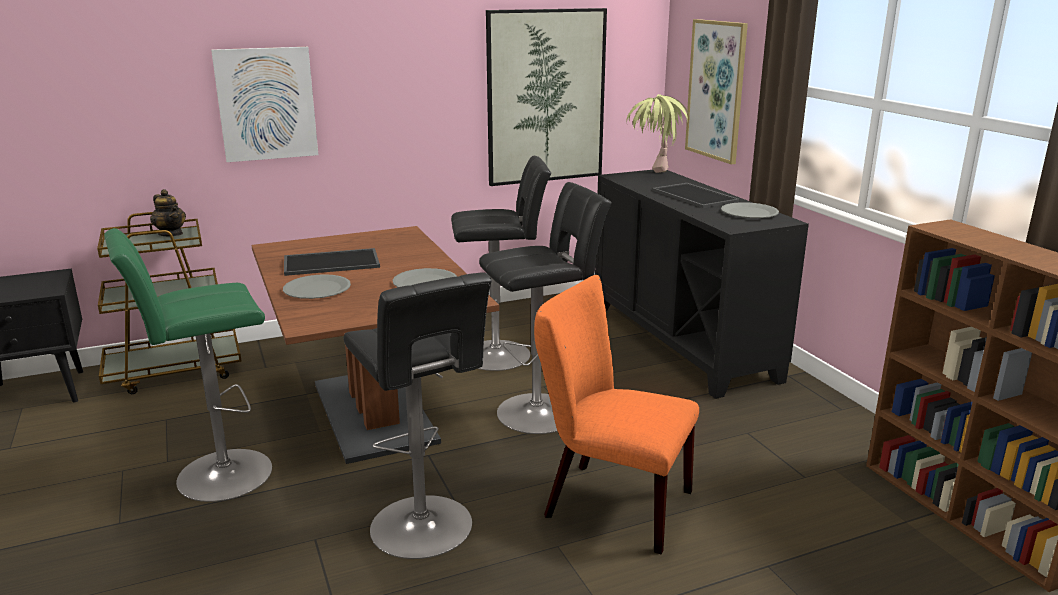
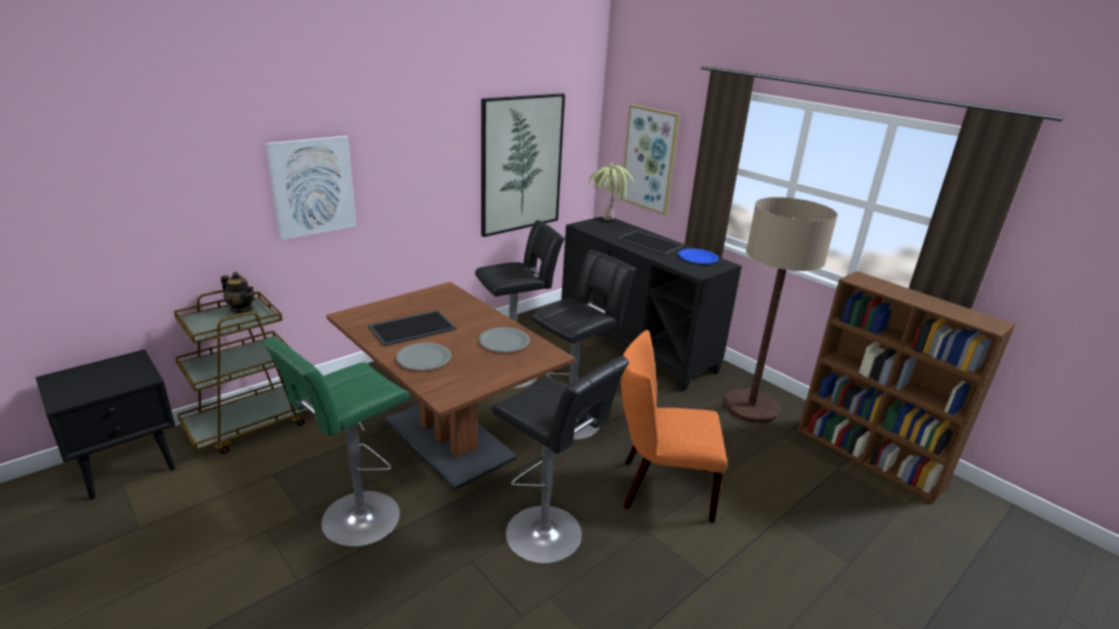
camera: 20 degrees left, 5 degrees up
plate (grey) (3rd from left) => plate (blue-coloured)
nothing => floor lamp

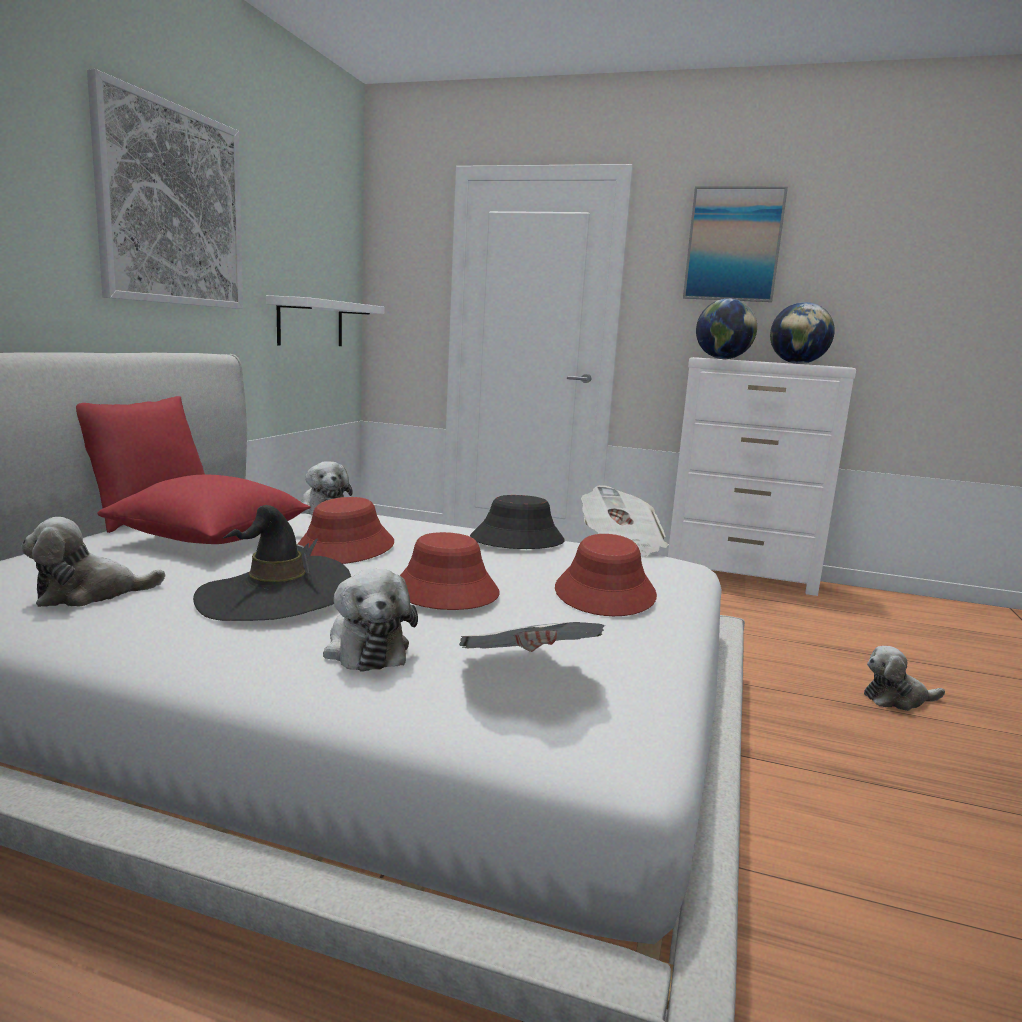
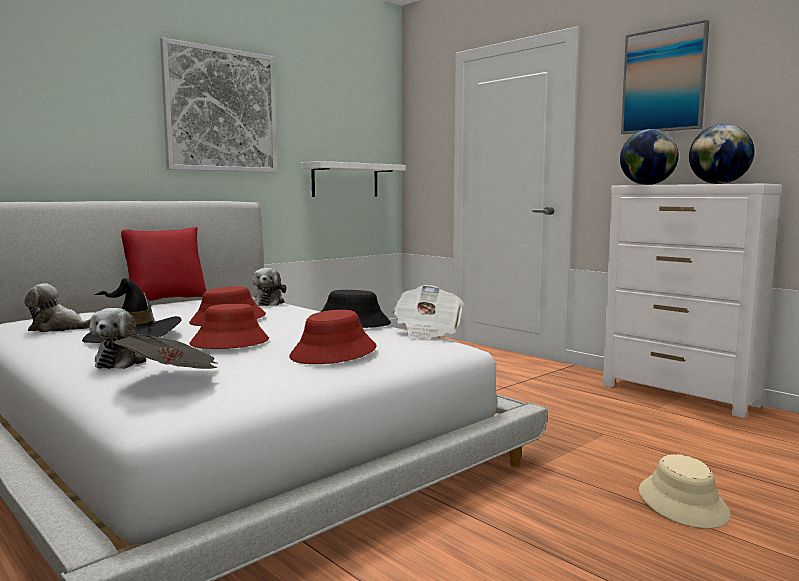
camera: 30 degrees right, 5 degrees down
throw pillow (reddish) (2nd from left) => nothing
soft toy (4th from left) => clothing hat (sand-coloured)

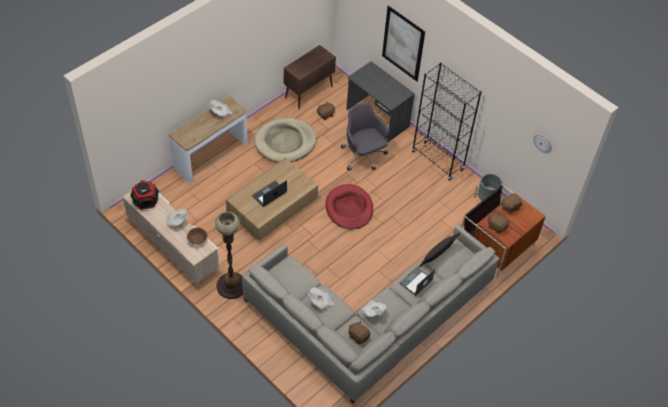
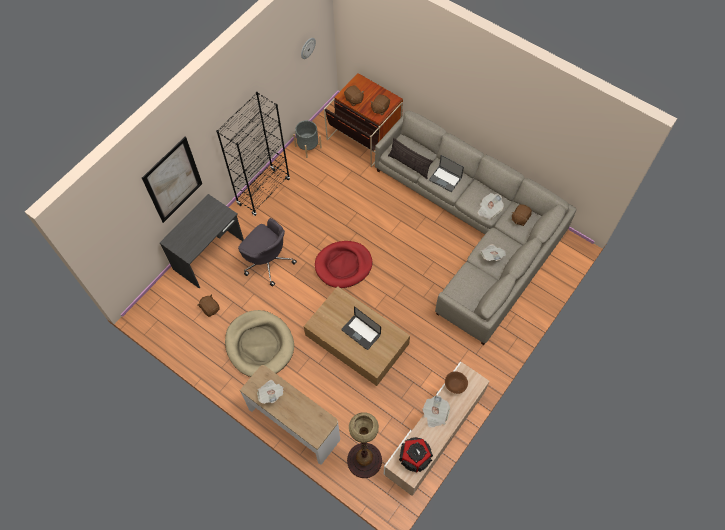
camera: 95 degrees left, 10 degrees up
cupboard (brownish) => nothing
office chair (grey), 105 degrees counterclockwise
floor lamp, move

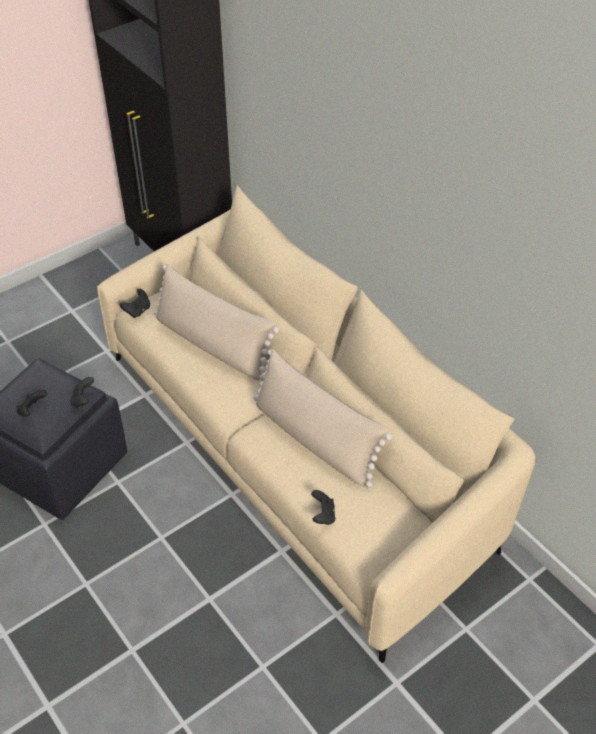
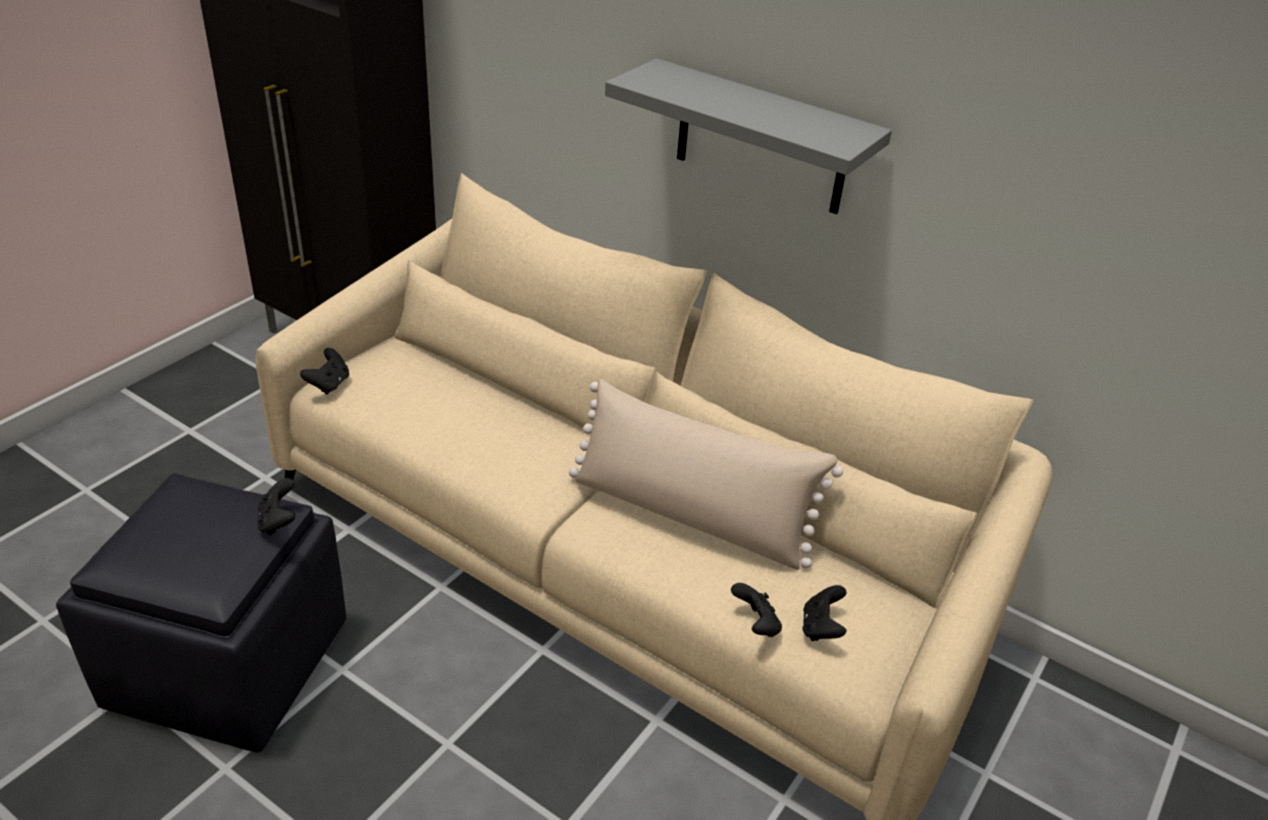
camera: 20 degrees left, 10 degrees down
throw pillow (sand-coloured) (1st from left) => nothing
joypad (blackish) (1st from left in the first image) => joypad (blackish) (4th from left), move
nothing => bracket shelf (grey)

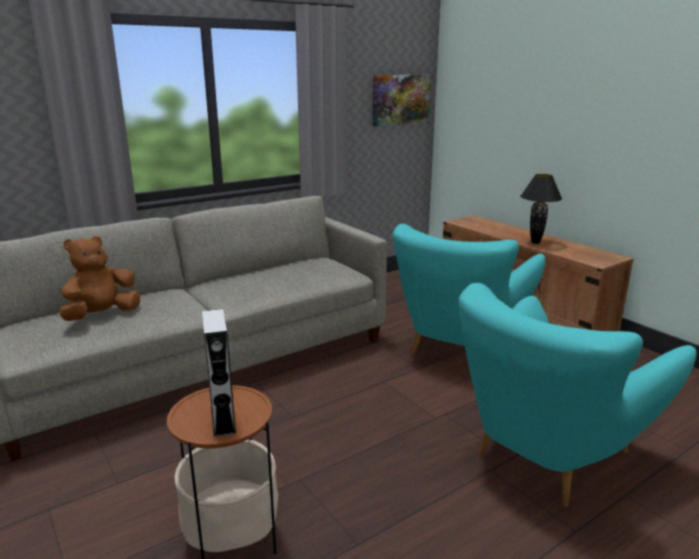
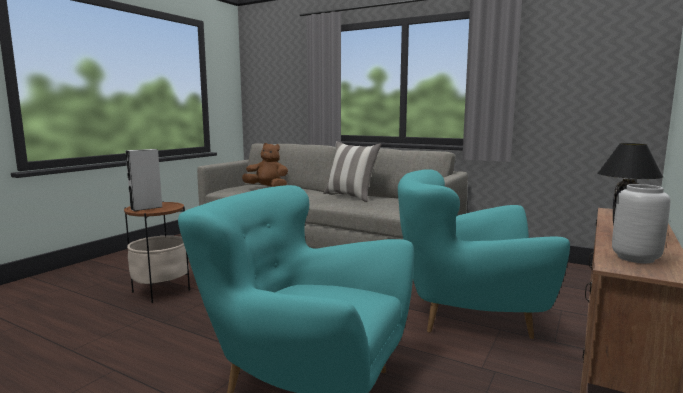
camera: 65 degrees right, 10 degrees down
wall art => nothing
nothing => throw pillow
nothing => vase (grey)

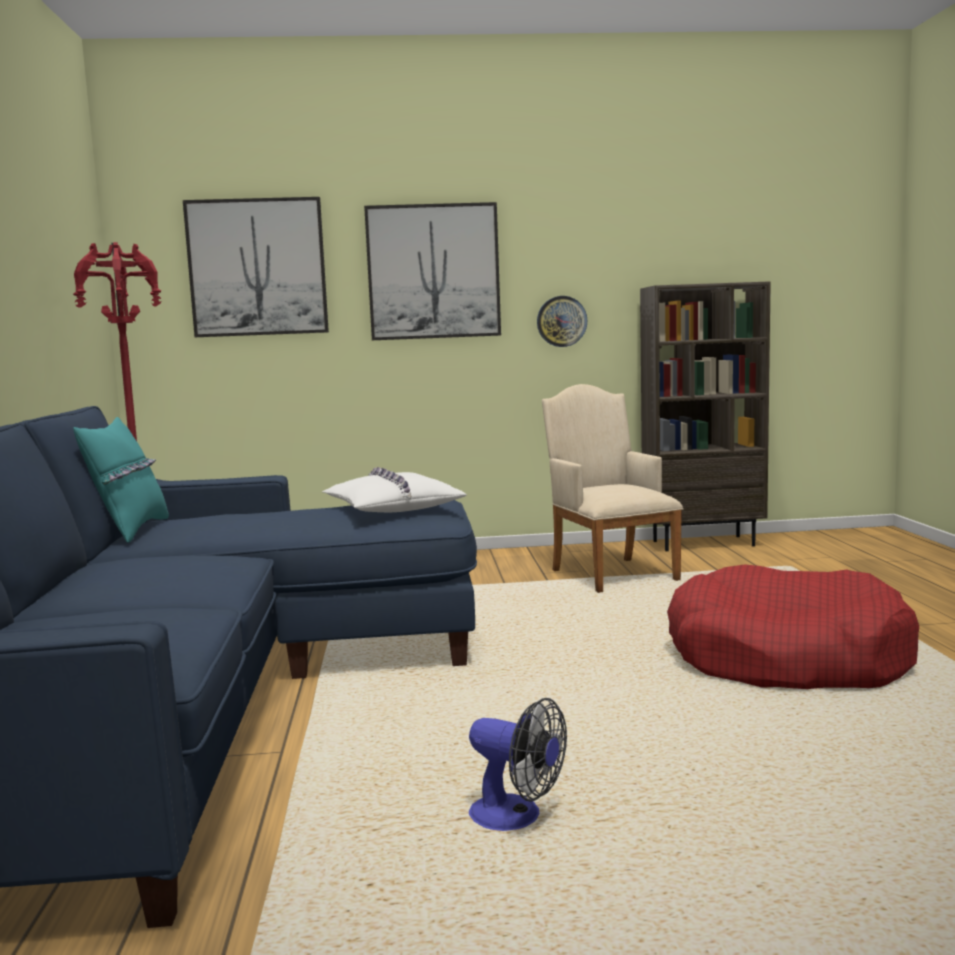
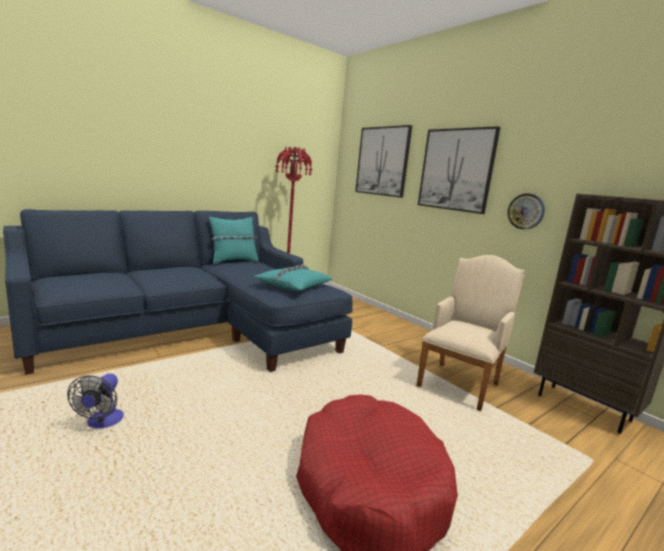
camera: 55 degrees right, 5 degrees up
throw pillow (white) => throw pillow (turquoise) (2nd from left)

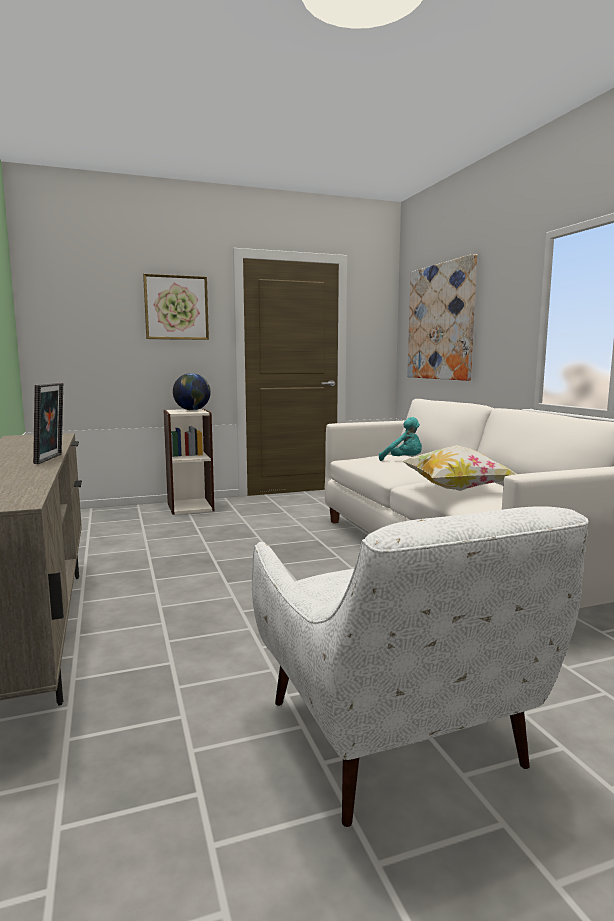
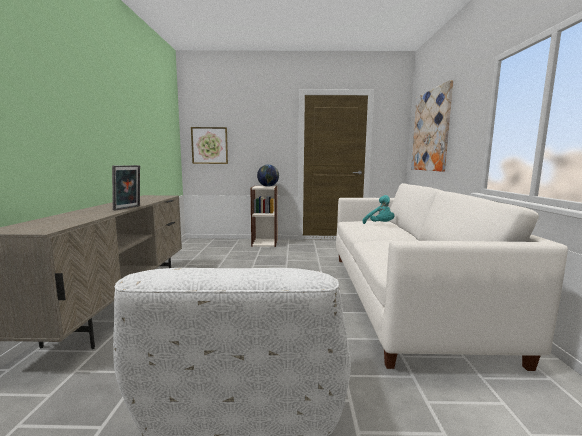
camera: 20 degrees right, 0 degrees up
wall art (1st from left), move
throw pillow => nothing

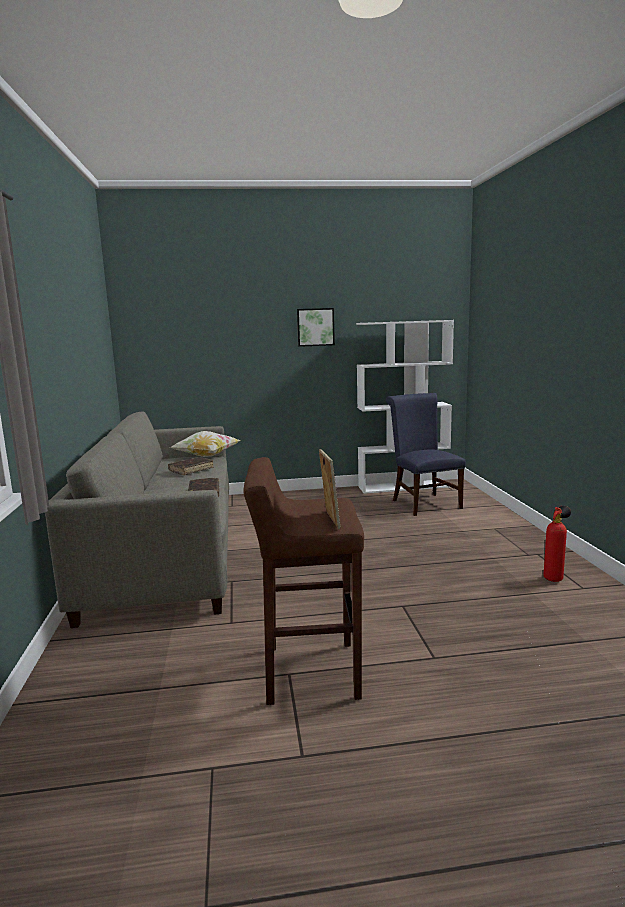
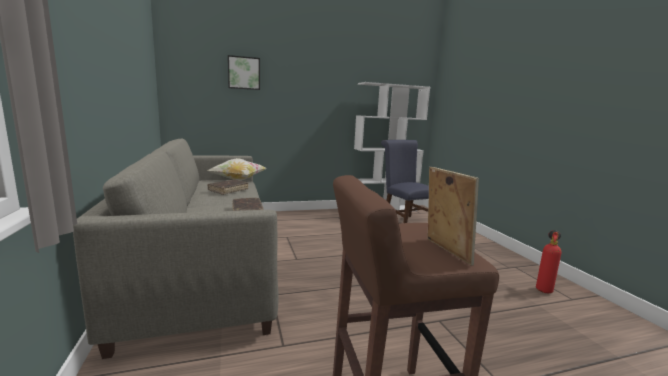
camera: 10 degrees left, 0 degrees up
wall art, move

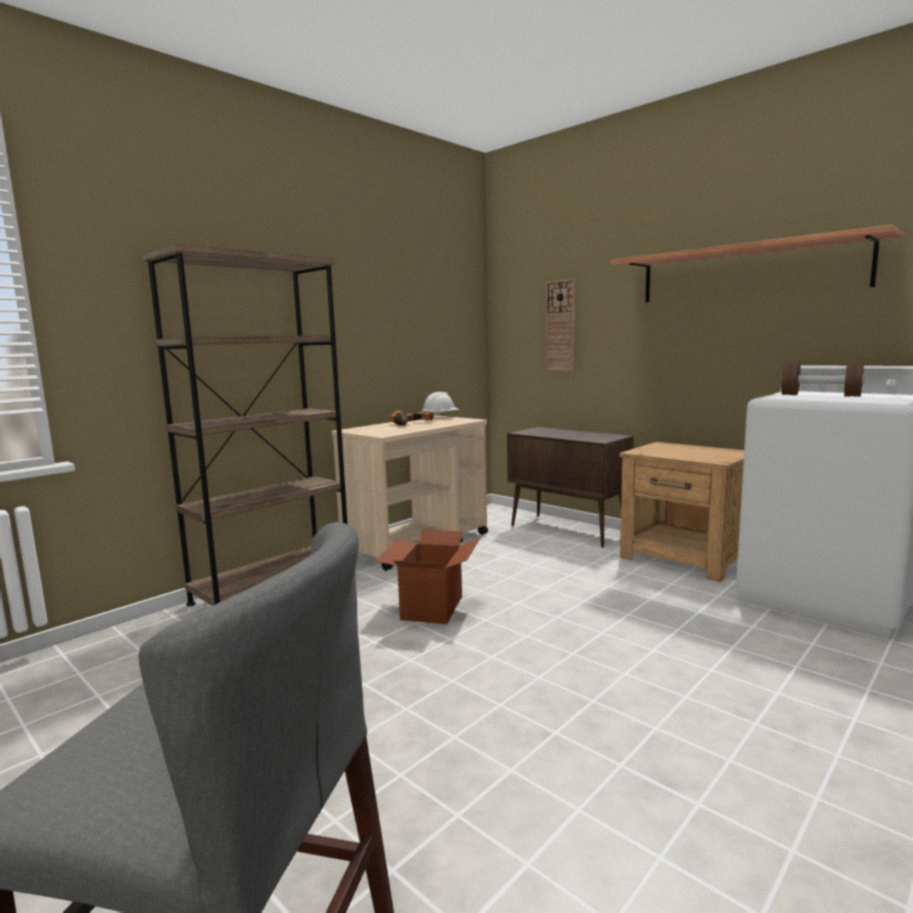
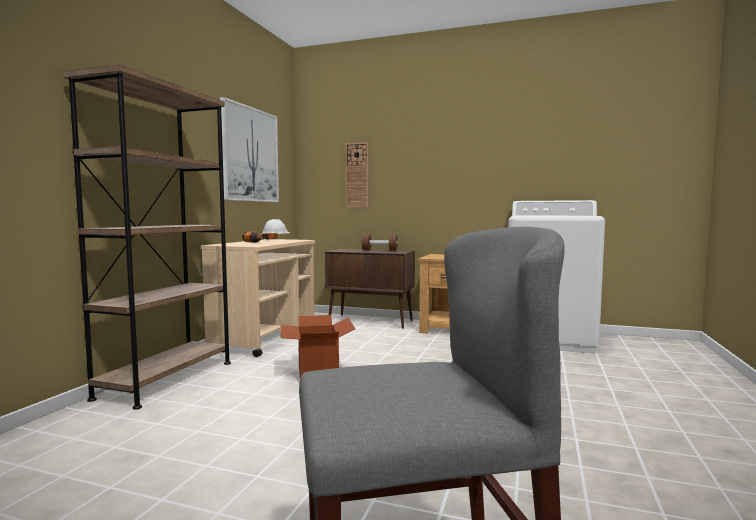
camera: 25 degrees left, 5 degrees down
bracket shelf => nothing
free weight (brownish), move
nothing => wall art

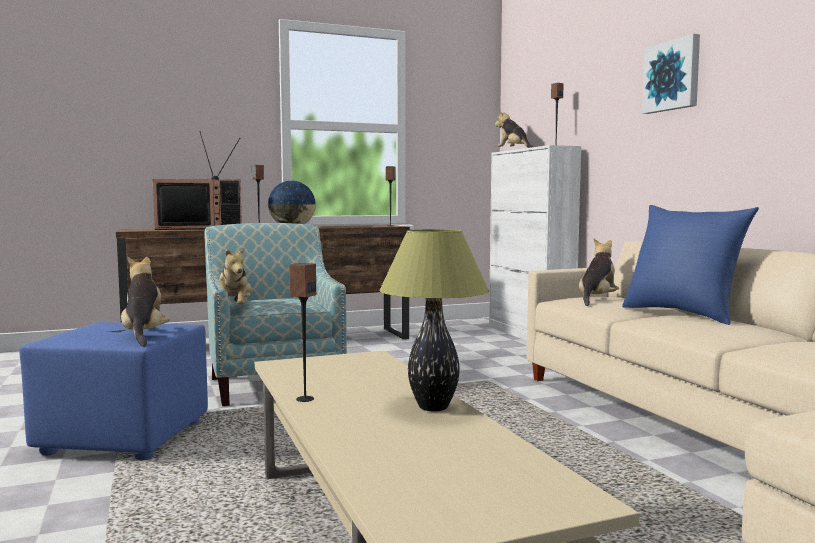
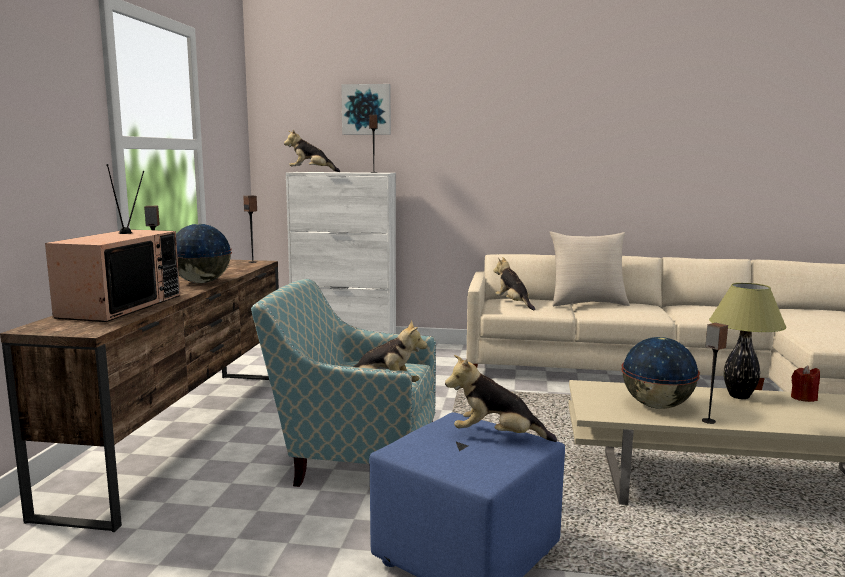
camera: 60 degrees left, 5 degrees up
wall art, move
throw pillow (blue-coloured) => throw pillow (sand-coloured)
nothing => globe (2nd from left)
nothing => candle (reddish)

